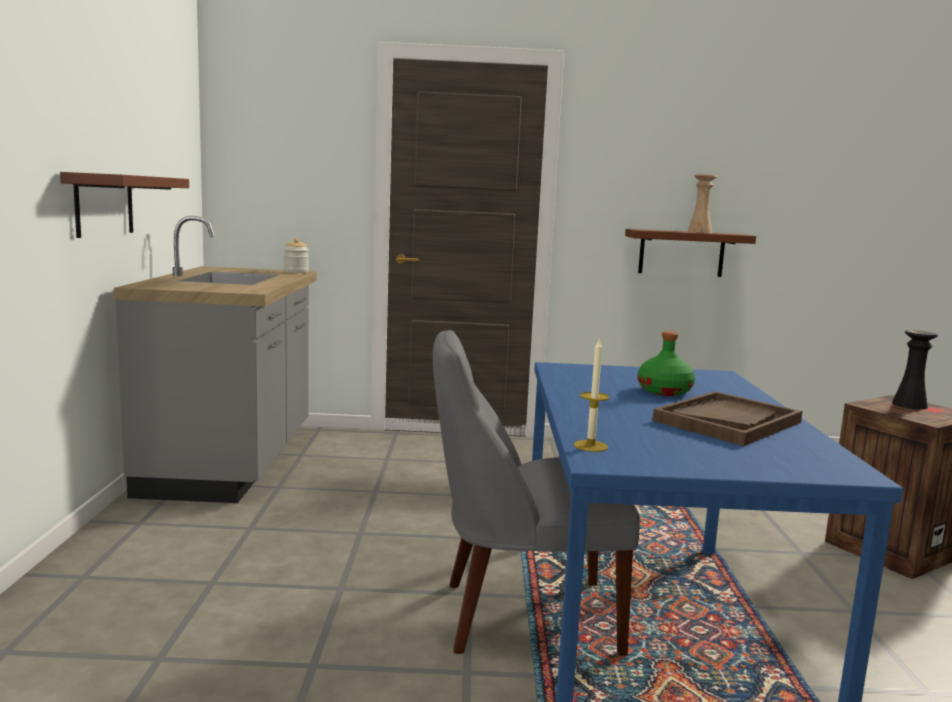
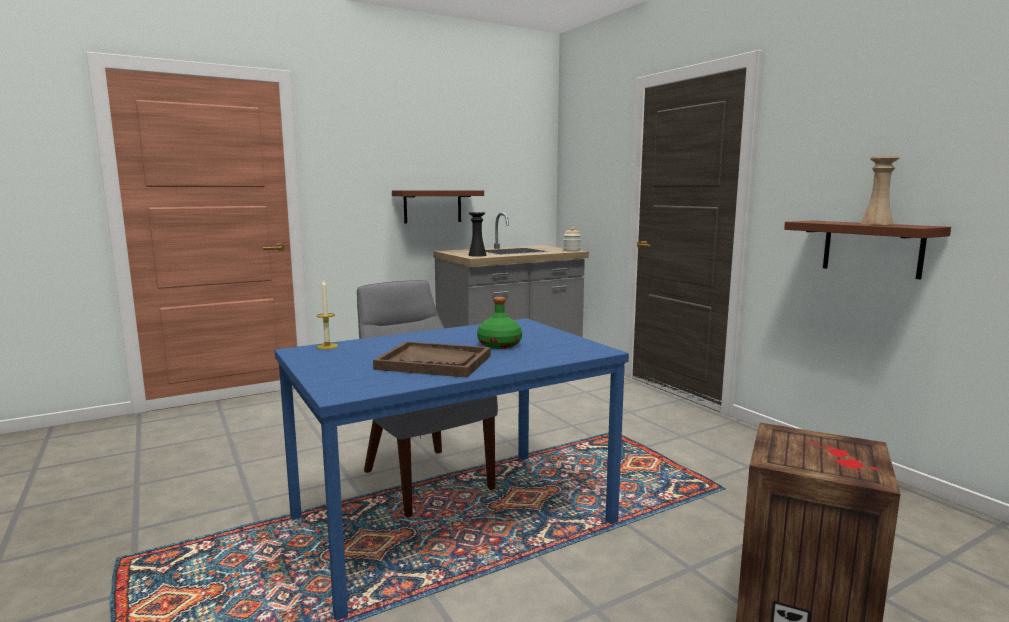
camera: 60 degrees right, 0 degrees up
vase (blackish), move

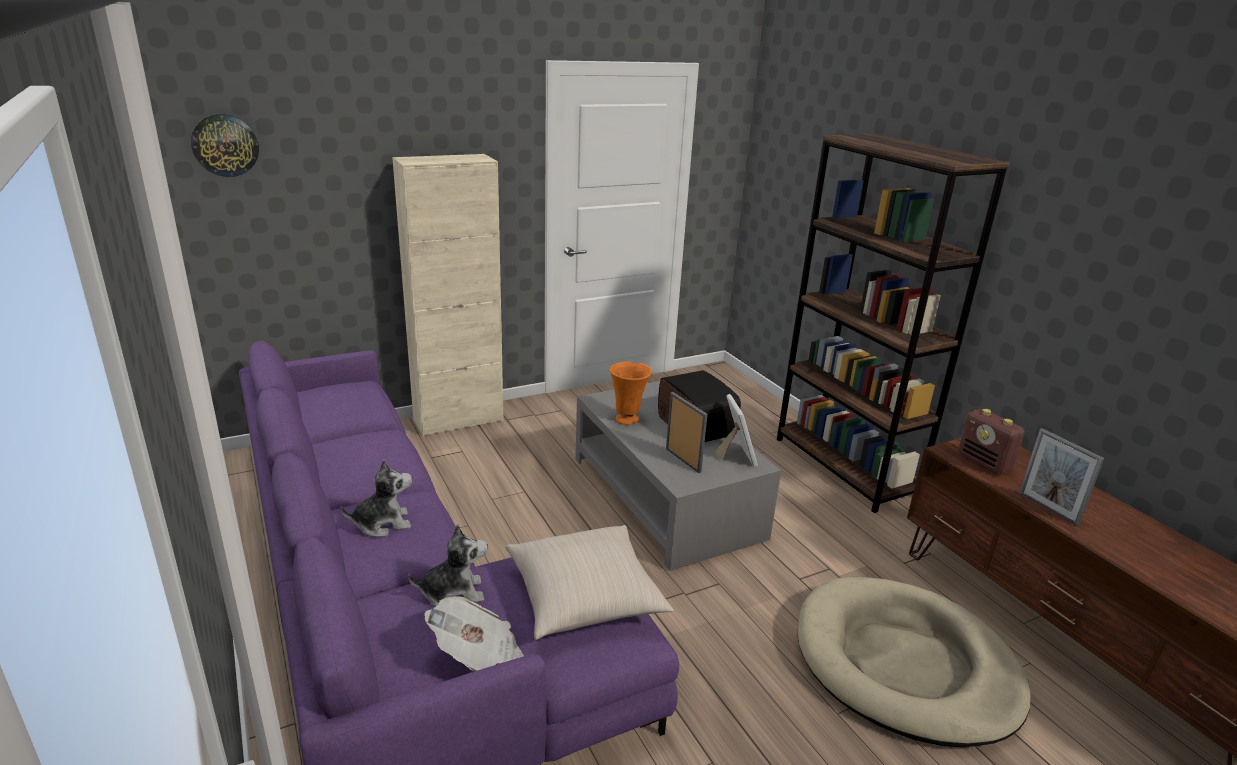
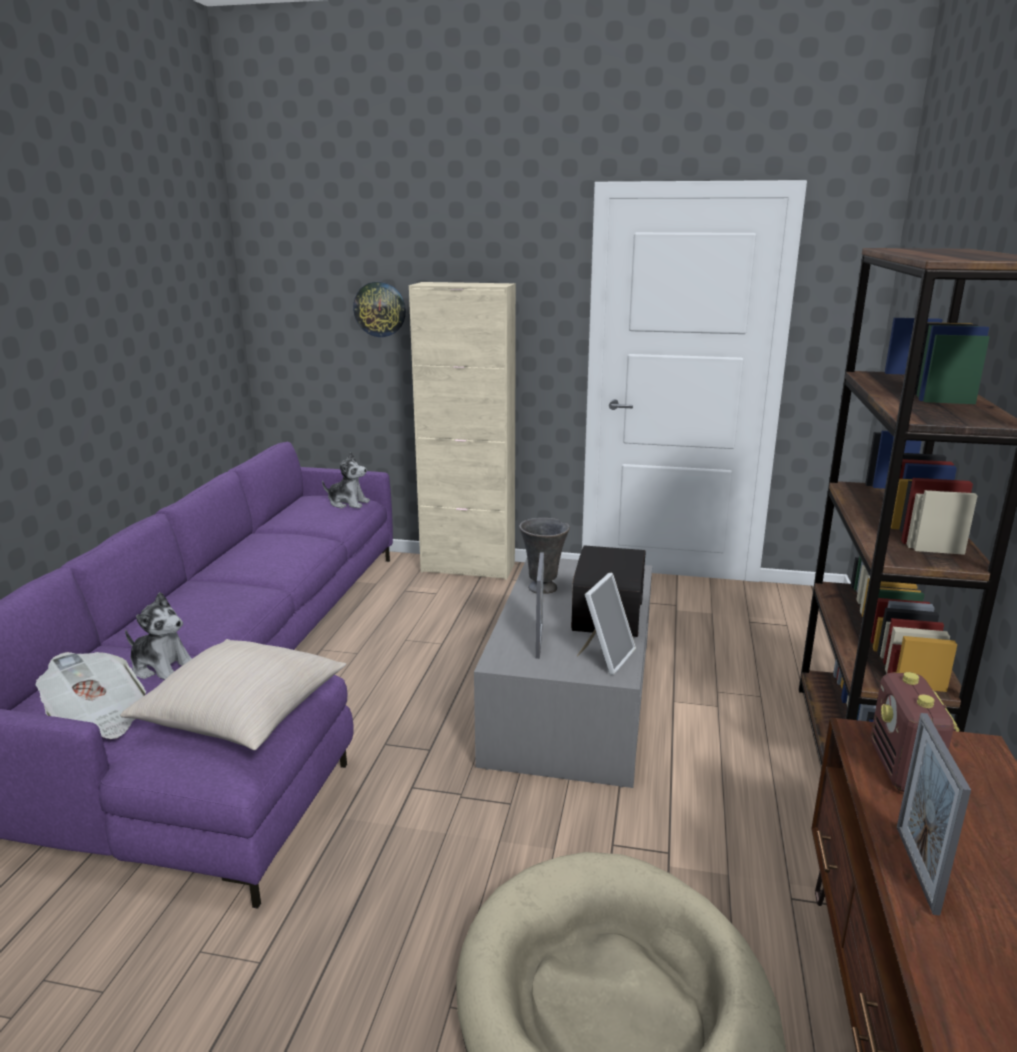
camera: 40 degrees right, 5 degrees down
wall clock, move
vase (orange-coloured) => vase (grey)
soft toy (1st from left in the first image) => soft toy (2nd from left), move

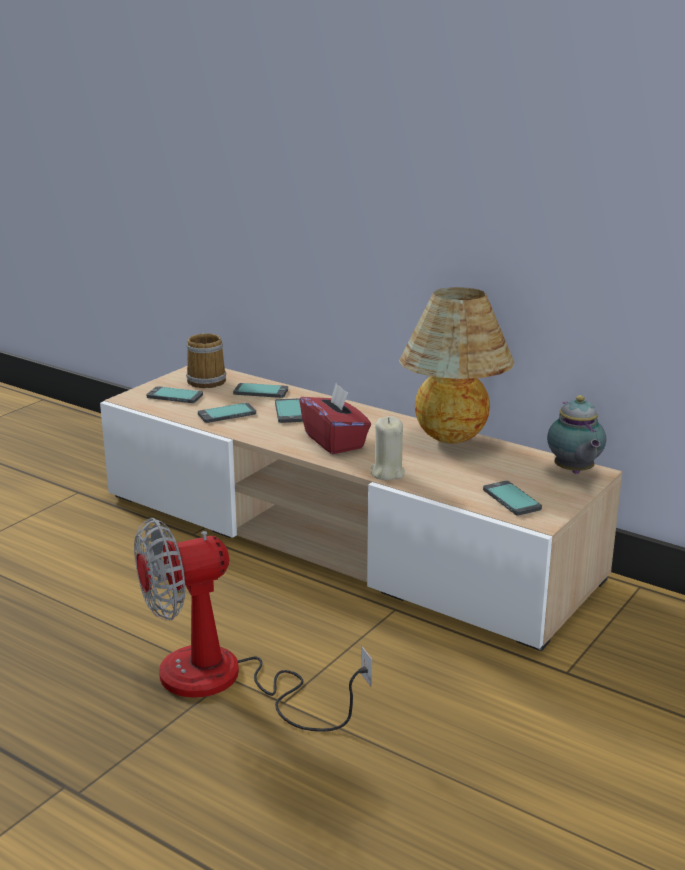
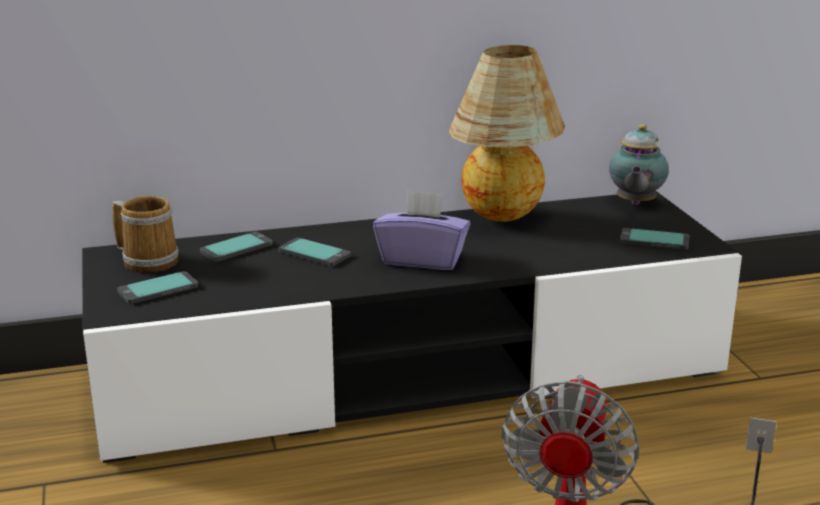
camera: 50 degrees left, 0 degrees up
tv unit (sand-coloured) => tv unit (blackish)
tissue box (reddish) => tissue box (purplish)
pot for tea, 75 degrees clockwise
phone (2nd from left) => nothing
candle (sand-coloured) => nothing

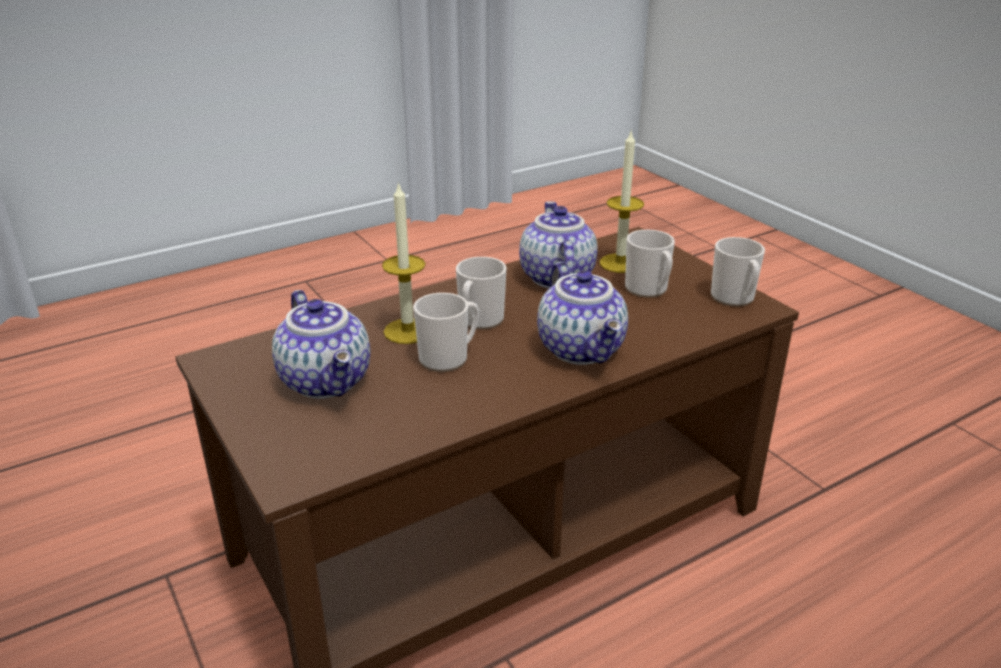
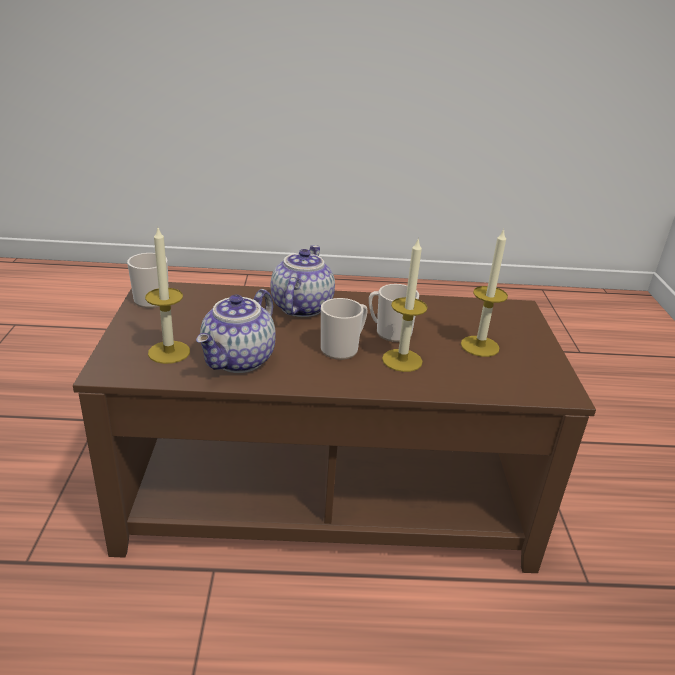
camera: 150 degrees left, 0 degrees up
tea mug (3rd from left) => nothing
pot for tea (1st from left) => candle (3rd from left)

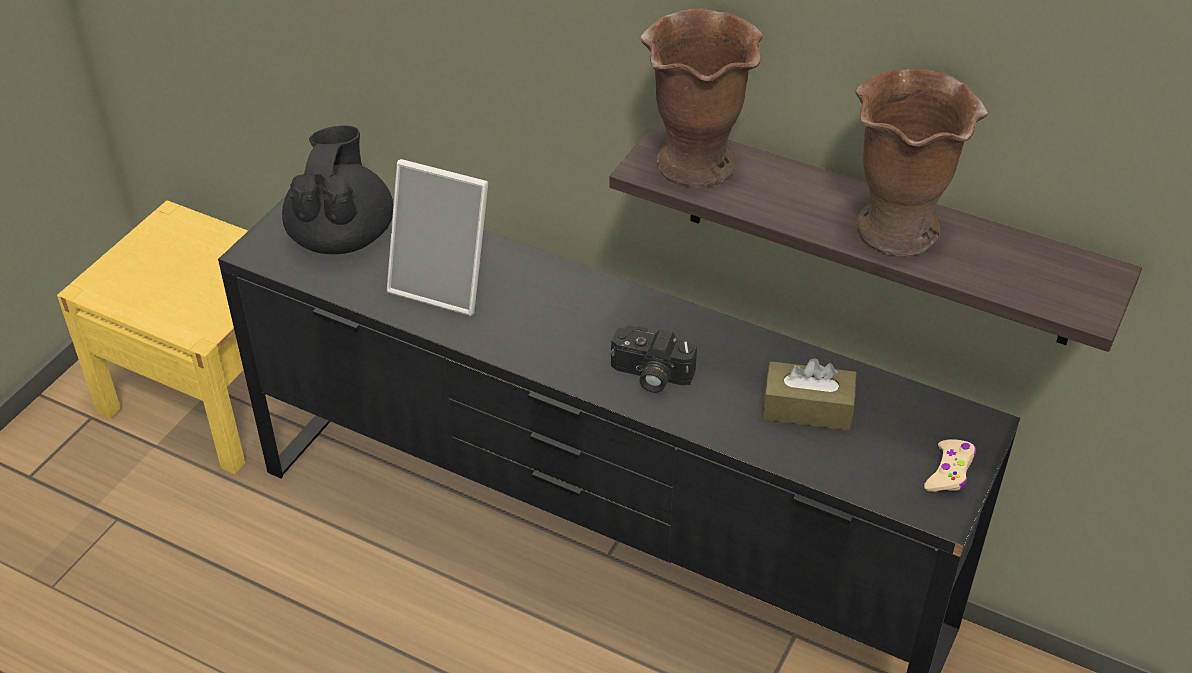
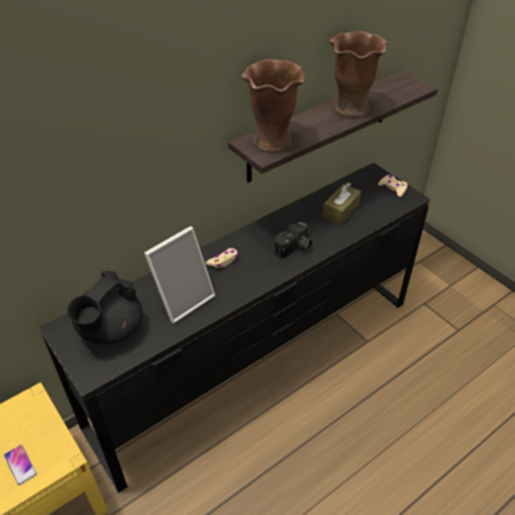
camera: 65 degrees left, 0 degrees up
pot for tea (blackish), 90 degrees counterclockwise
nothing => joypad (sand-coloured) (1st from left)
nothing => phone

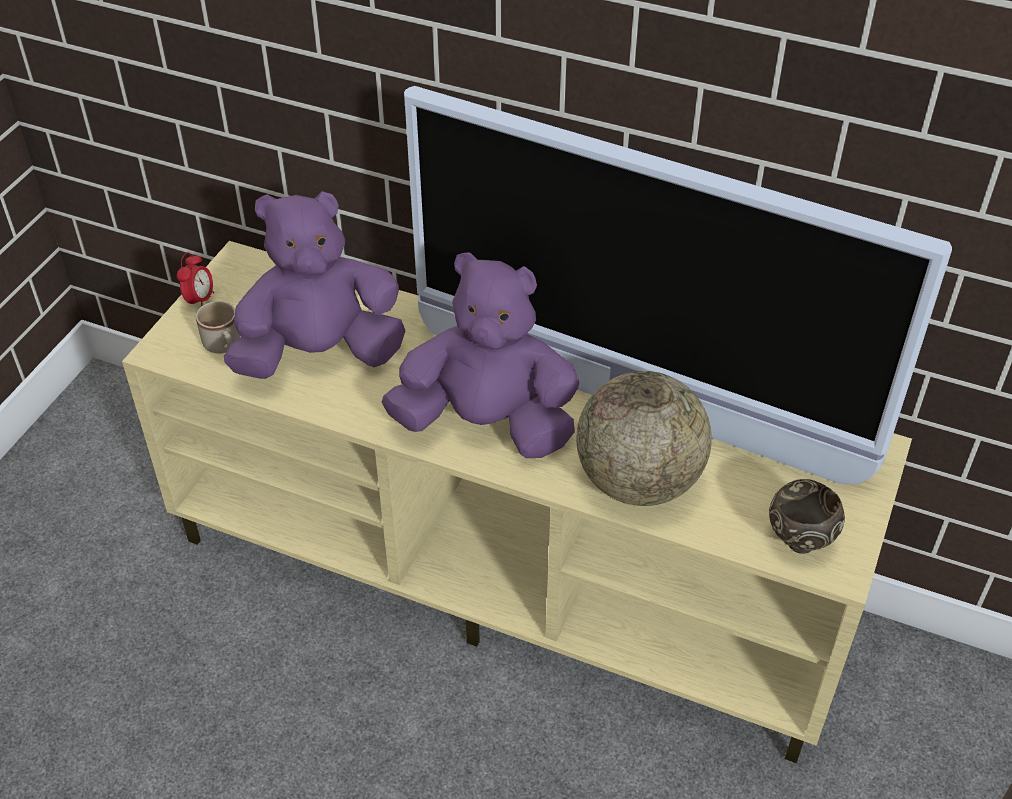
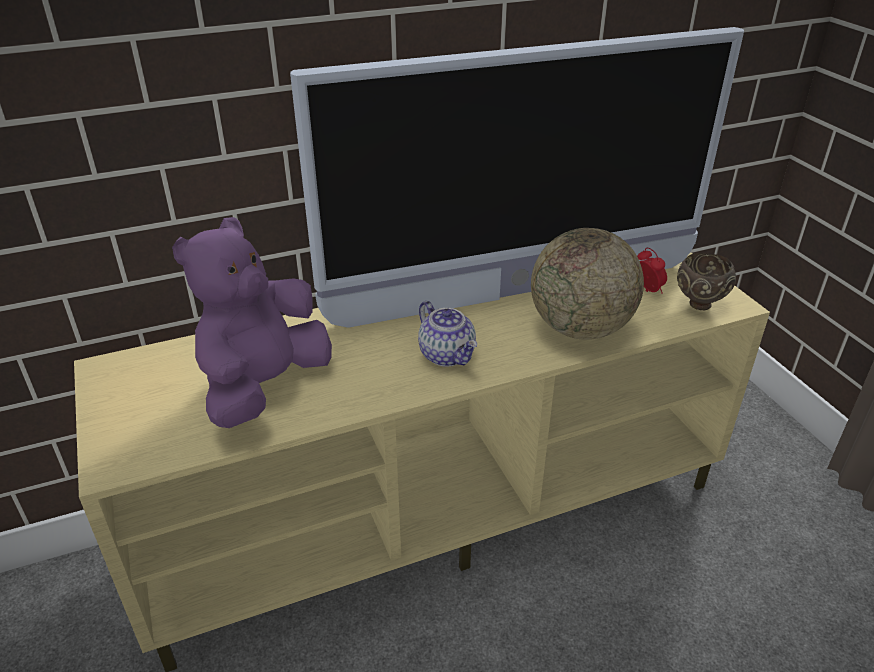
camera: 45 degrees left, 10 degrees down
bedside clock, move
soft toy (purplish) (2nd from left) => pot for tea
tea mug (sand-coloured) => nothing

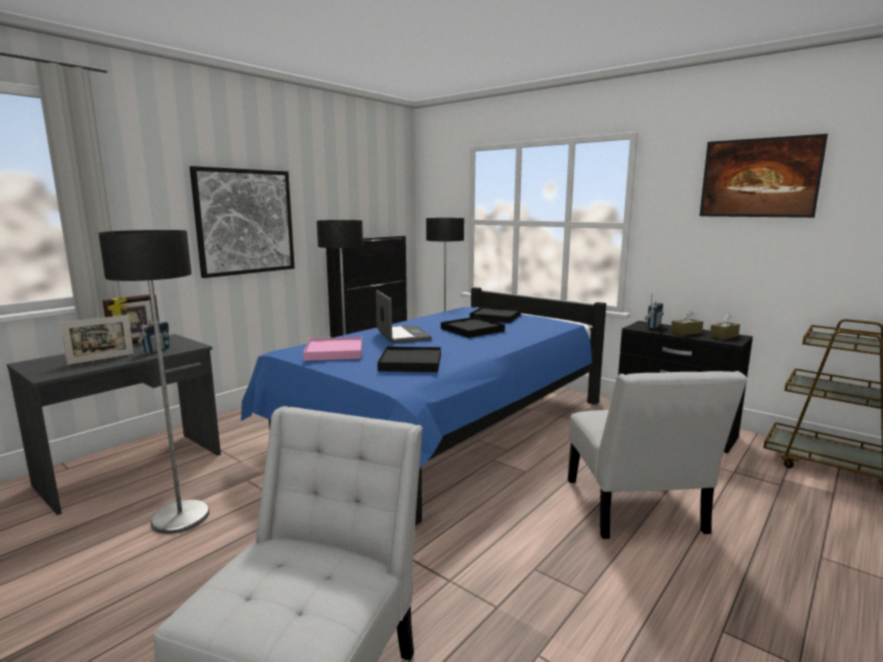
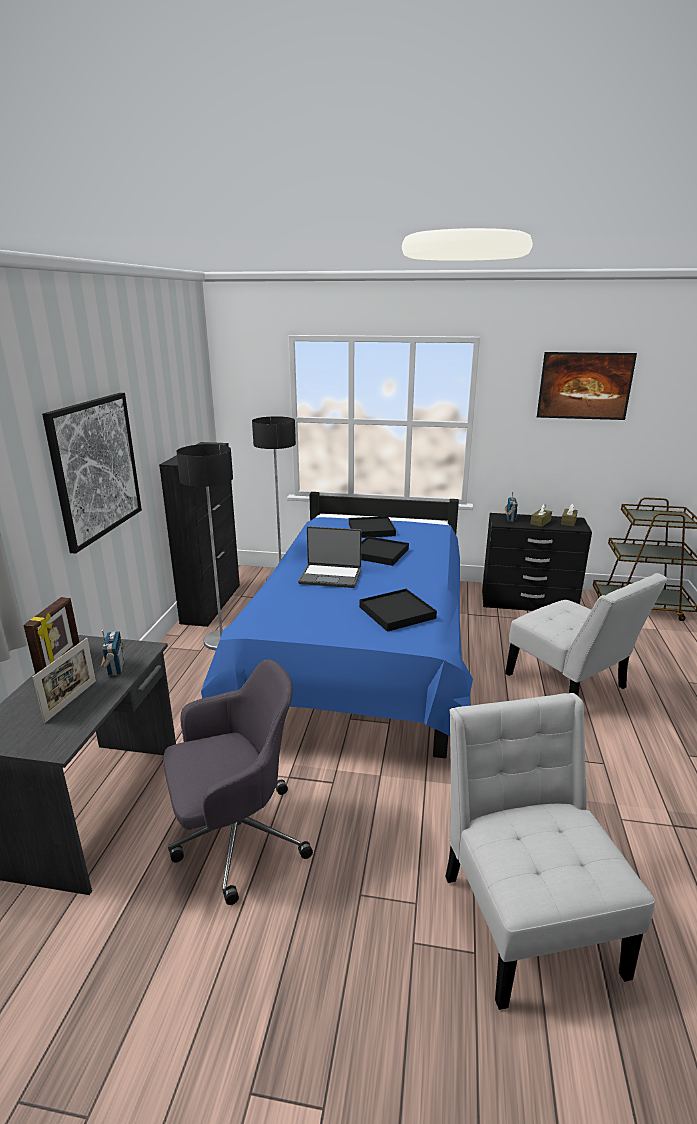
camera: 30 degrees left, 10 degrees up
floor lamp (1st from left) => office chair (grey)
notebook computer, 150 degrees clockwise
tray (pink-coloured) => nothing

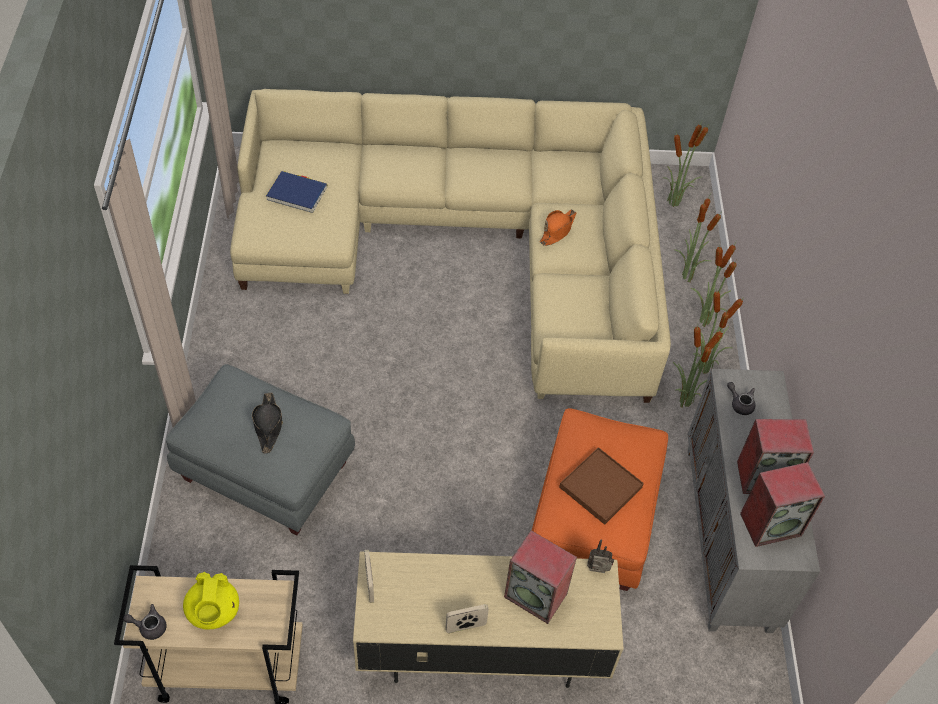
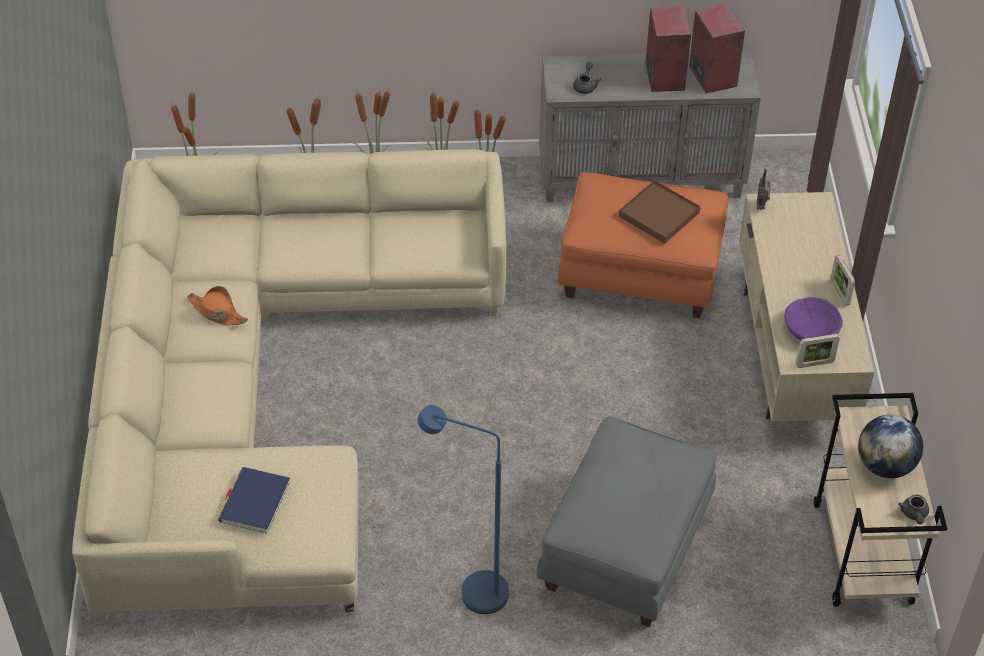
camera: 90 degrees left, 5 degrees down
clothing hat (orange-coloured), move
pot for tea (grey) (2nd from left in the first image) => pot for tea (grey) (1st from left), 150 degrees clockwise
clothing hat (blackish) => nothing
audio speaker (1st from left) => nothing
pot for tea (yellow-coloured) => globe
nothing => bowl (purplish)
nothing => floor lamp (blue-coloured)

